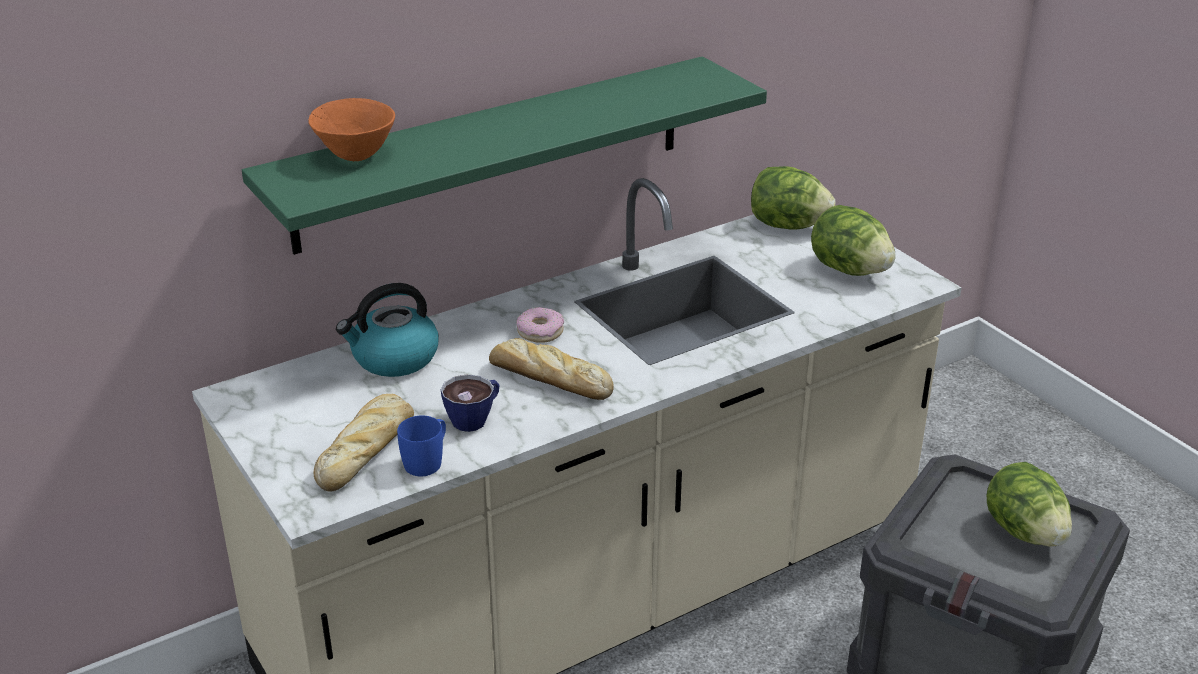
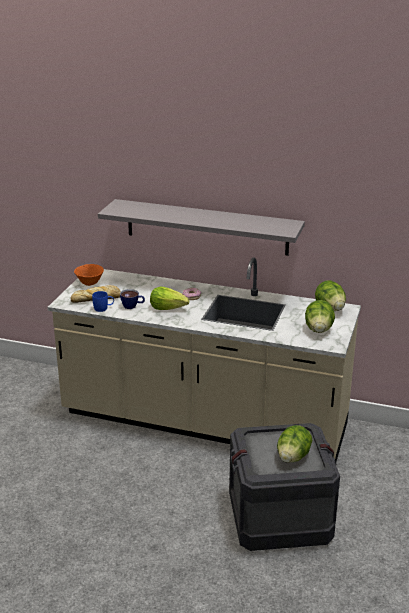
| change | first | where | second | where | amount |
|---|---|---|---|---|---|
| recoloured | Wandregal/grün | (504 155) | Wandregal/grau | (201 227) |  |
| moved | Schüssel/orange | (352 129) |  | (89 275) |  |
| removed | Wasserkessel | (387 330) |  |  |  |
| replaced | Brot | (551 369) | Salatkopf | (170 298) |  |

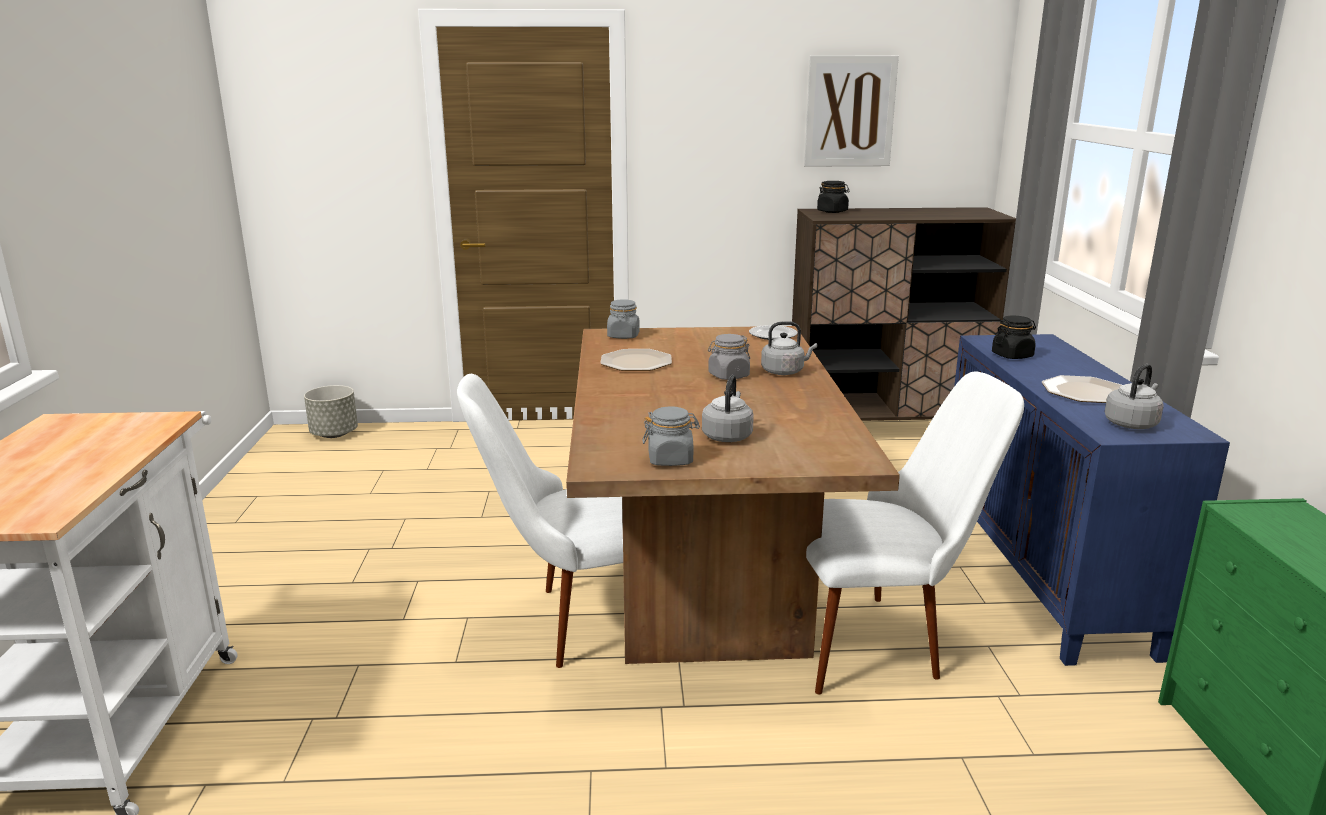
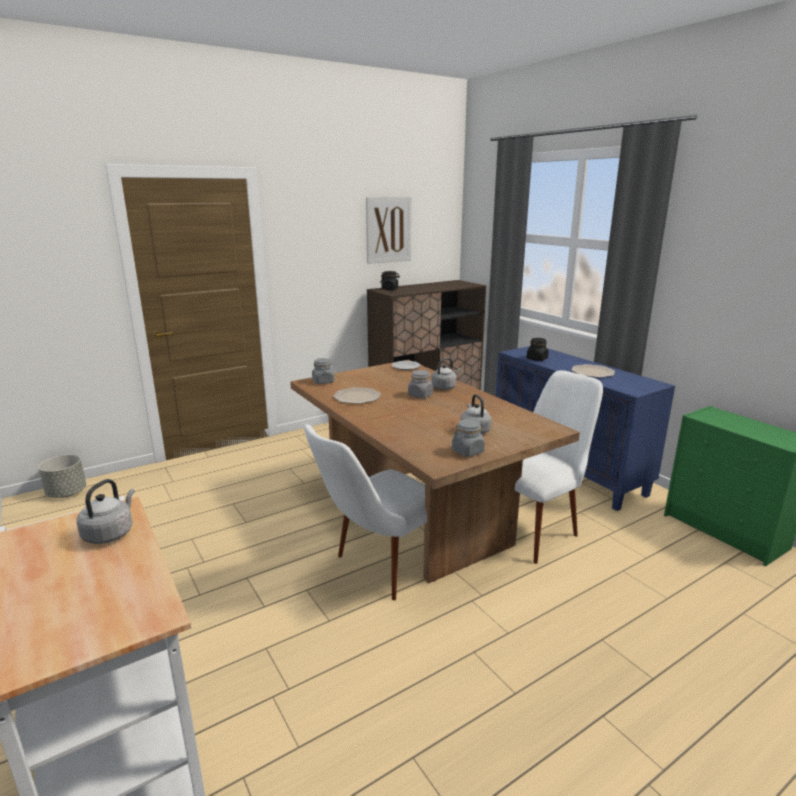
| change | first | where | second | where | amount |
|---|---|---|---|---|---|
| moved | Wasserkessel/grau | (1134 396) |  | (106 511) |  |

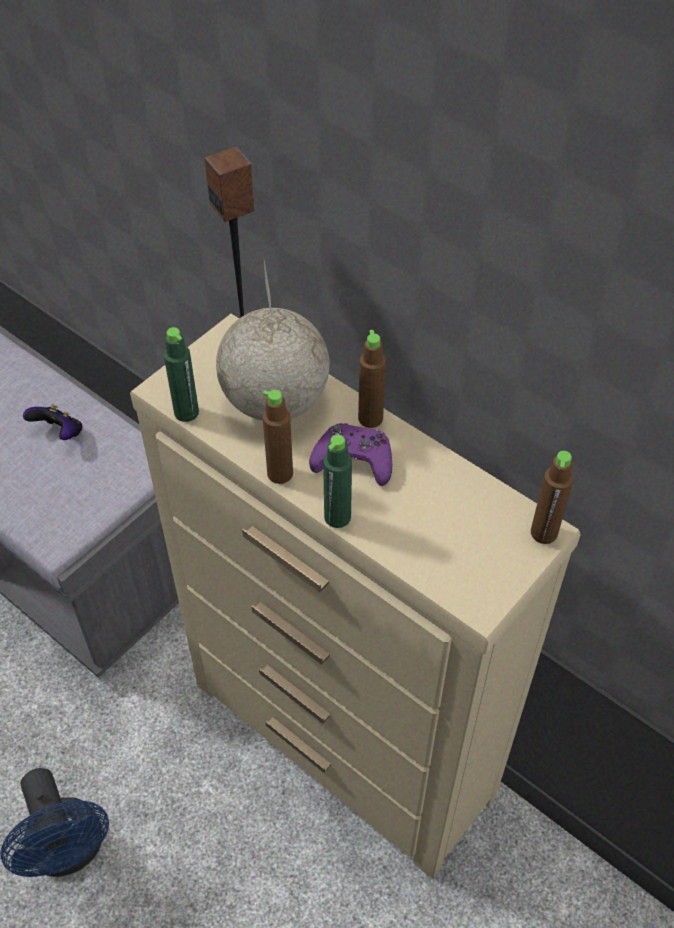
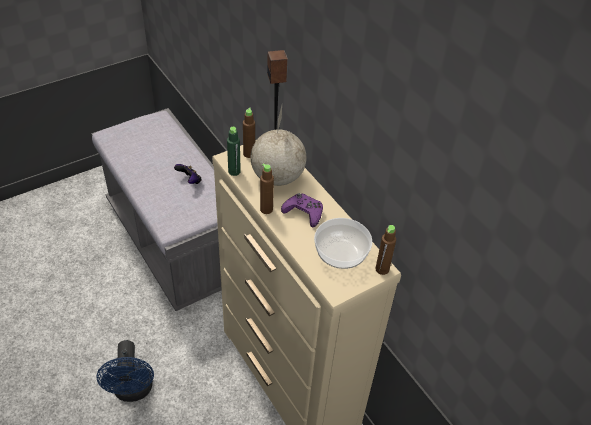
| change | first | where | second | where | amount |
|---|---|---|---|---|---|
| removed | Flasche/grün | (337 481) |  |  |  |
| moved | Flasche/braun | (372 379) |  | (249 133) |  |
| added |  |  | Schüssel | (343 243) |  |

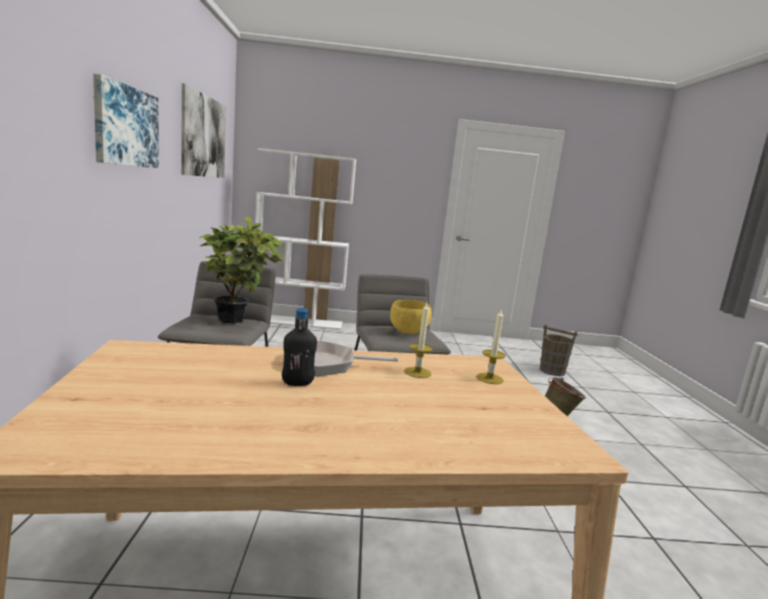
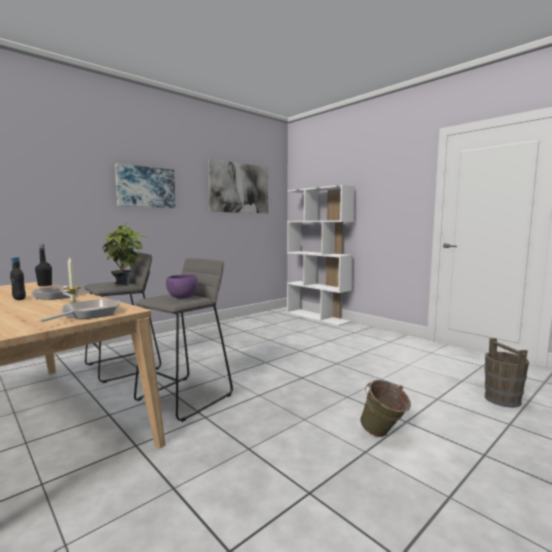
| change | first | where | second | where | amount |
|---|---|---|---|---|---|
| recoloured | Schüssel/gelb | (411 317) | Schüssel/lila | (182 287) |  |
| replaced | Kerze | (491 346) | Pfanne | (79 310) |  |
| added |  |  | Flasche/schwarz | (43 265) |  |

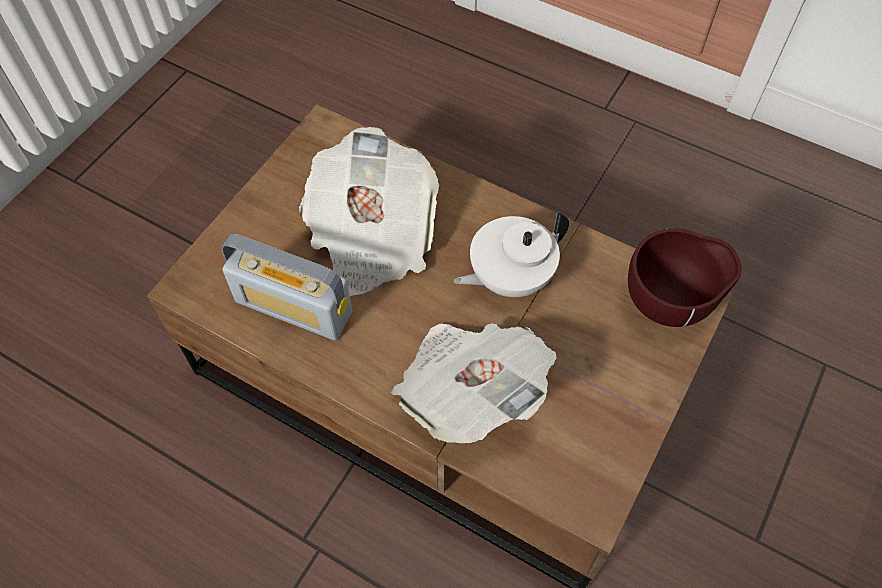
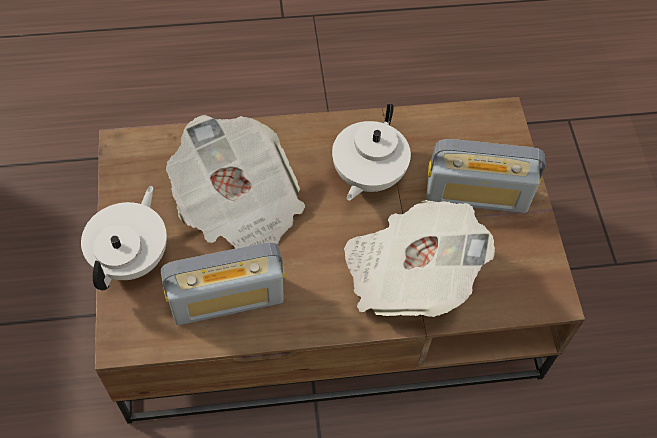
| change | first | where | second | where | amount |
|---|---|---|---|---|---|
| removed | Schüssel/braun | (685 277) |  |  |  |
| added |  |  | Teekanne/weiß | (124 238) |  |
| added |  |  | Radio | (485 176) |  |

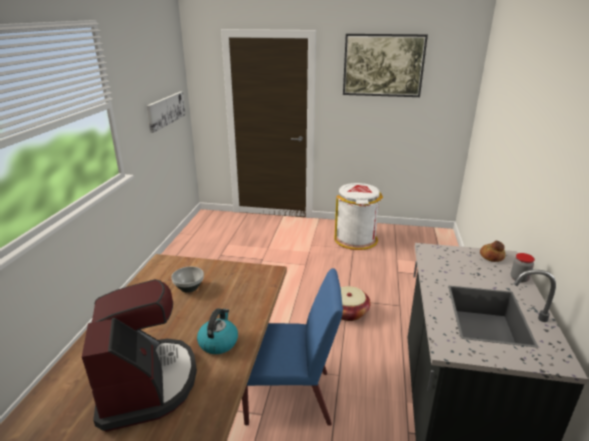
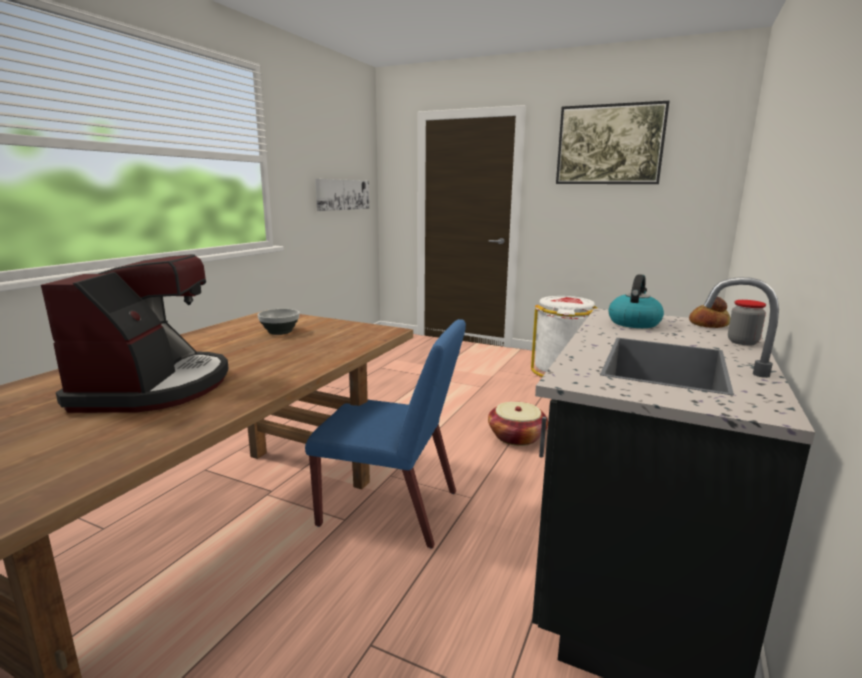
| change | first | where | second | where | amount |
|---|---|---|---|---|---|
| moved | Wasserkessel | (217 331) |  | (636 301) |  |

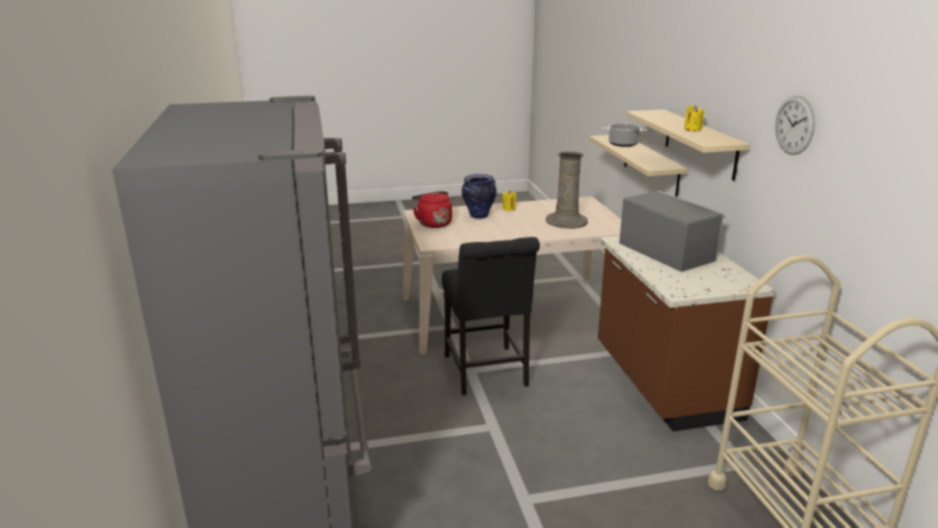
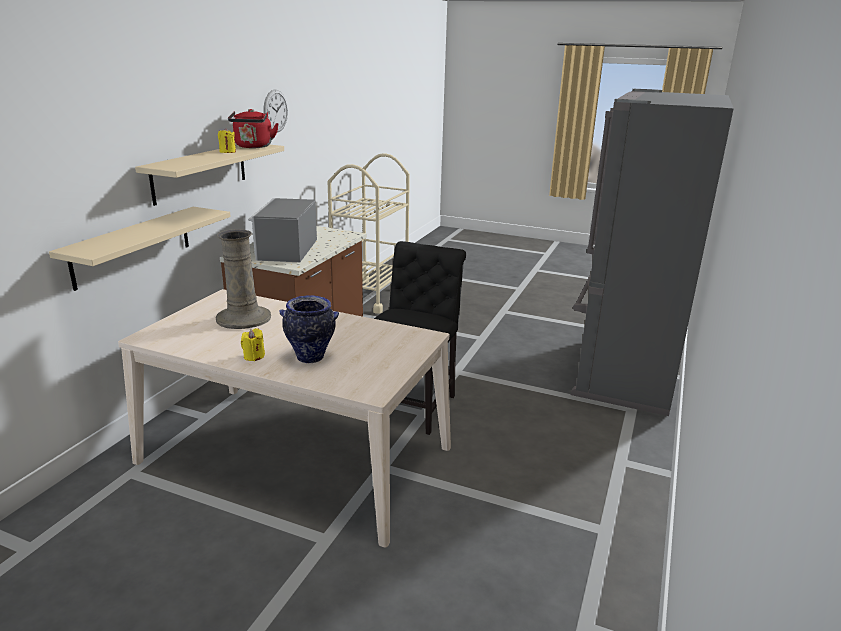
| change | first | where | second | where | amount |
|---|---|---|---|---|---|
| moved | Wasserkessel/rot | (432 209) |  | (253 128) |  |
| removed | Kochtopf | (624 135) |  |  |  |

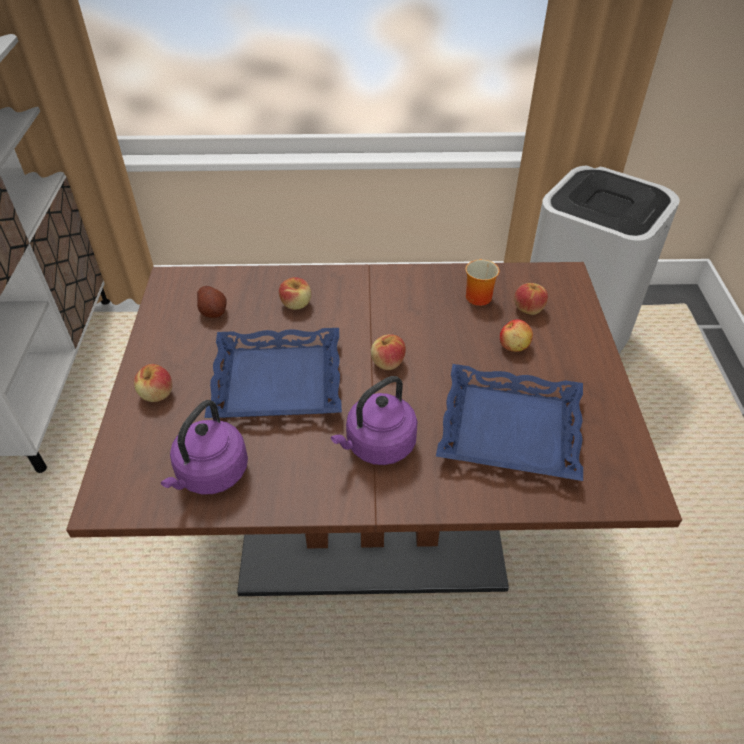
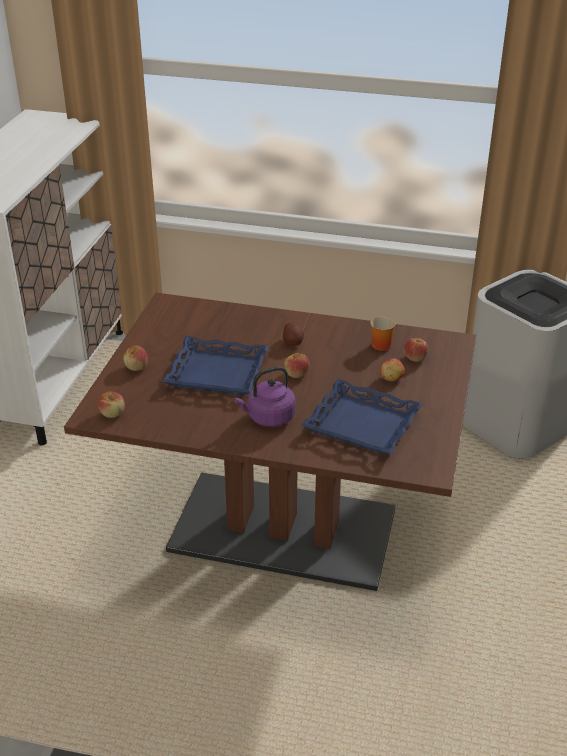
| change | first | where | second | where | amount |
|---|---|---|---|---|---|
| removed | Wasserkessel/lila | (204 447) |  |  |  |
| moved | Kartoffel | (211 302) |  | (293 334) |  |
| moved | Apfel | (295 293) |  | (111 405) |  |

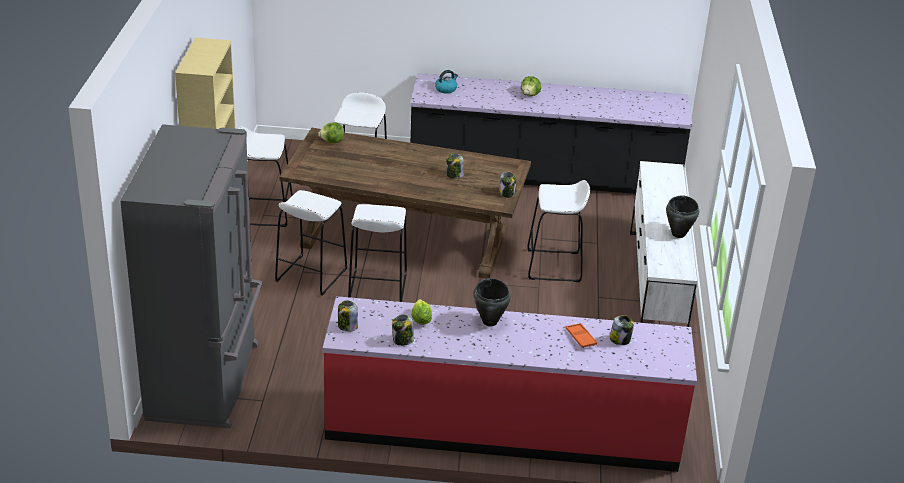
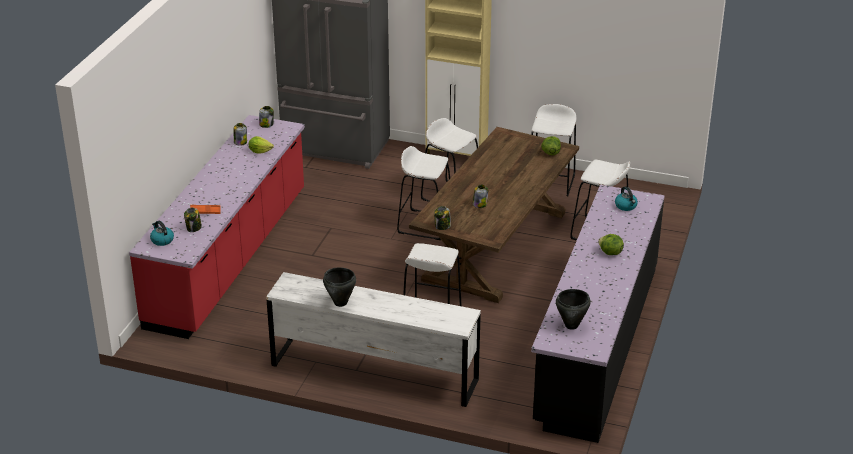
| change | first | where | second | where | amount |
|---|---|---|---|---|---|
| moved | Kochtopf/schwarz | (492 302) |  | (573 309) |  |
| added |  |  | Wasserkessel | (162 233) |  |

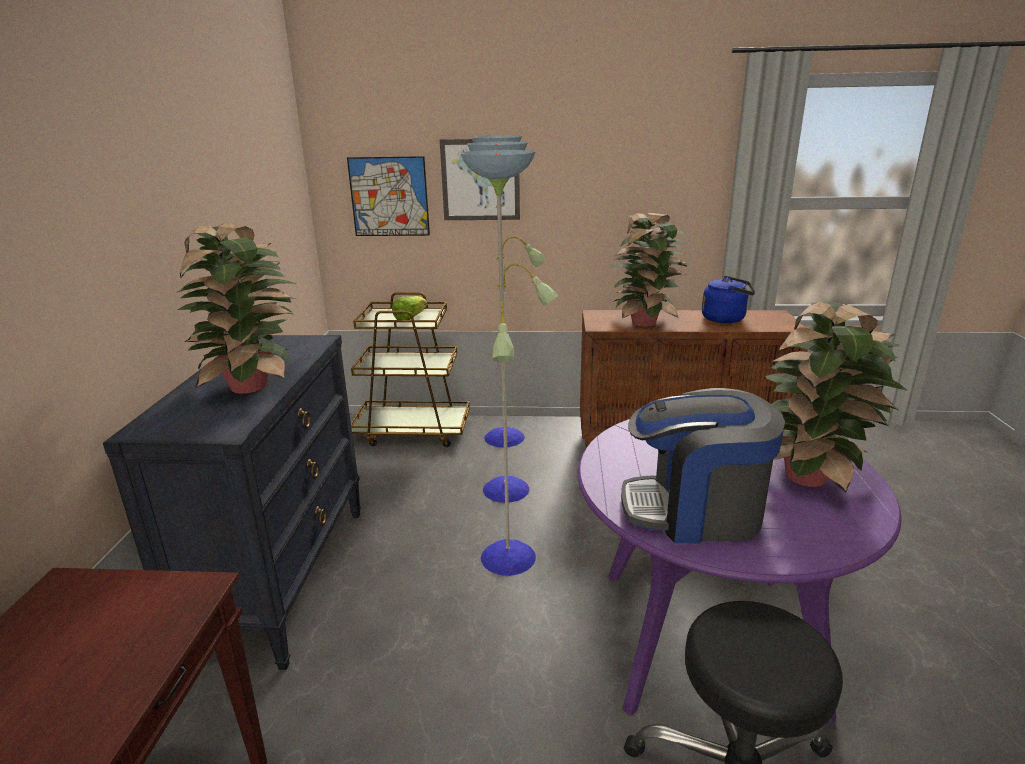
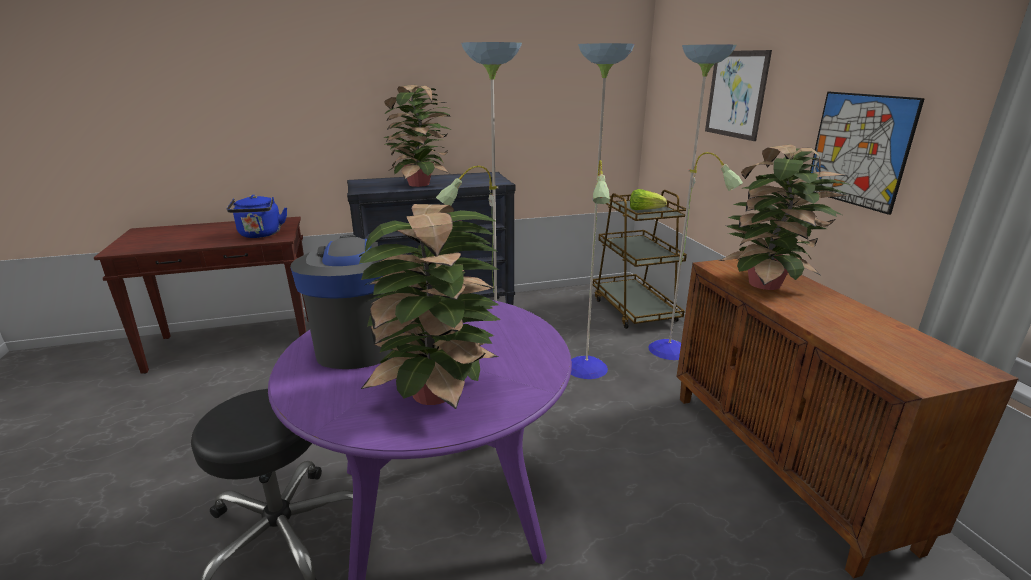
| change | first | where | second | where | amount |
|---|---|---|---|---|---|
| moved | Bild | (388 196) |  | (867 153) |  |
| moved | Wasserkessel/blau | (728 299) |  | (257 216) |  |

